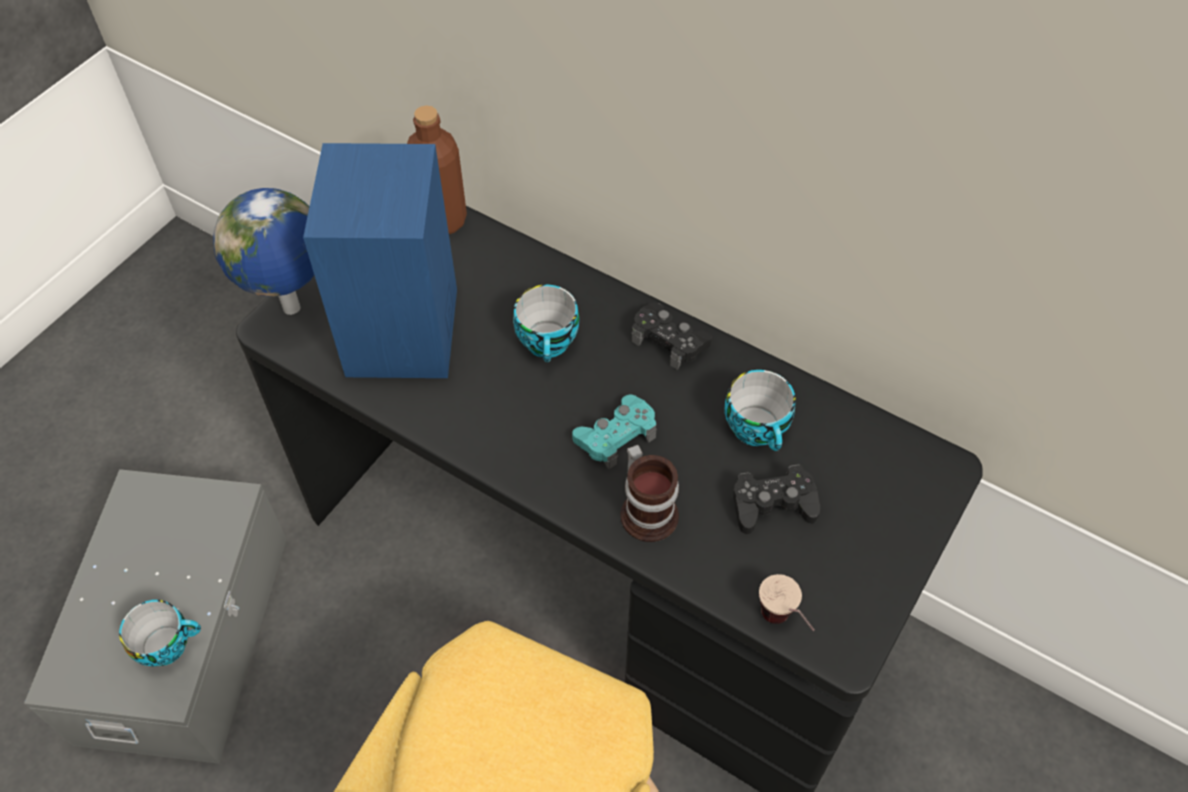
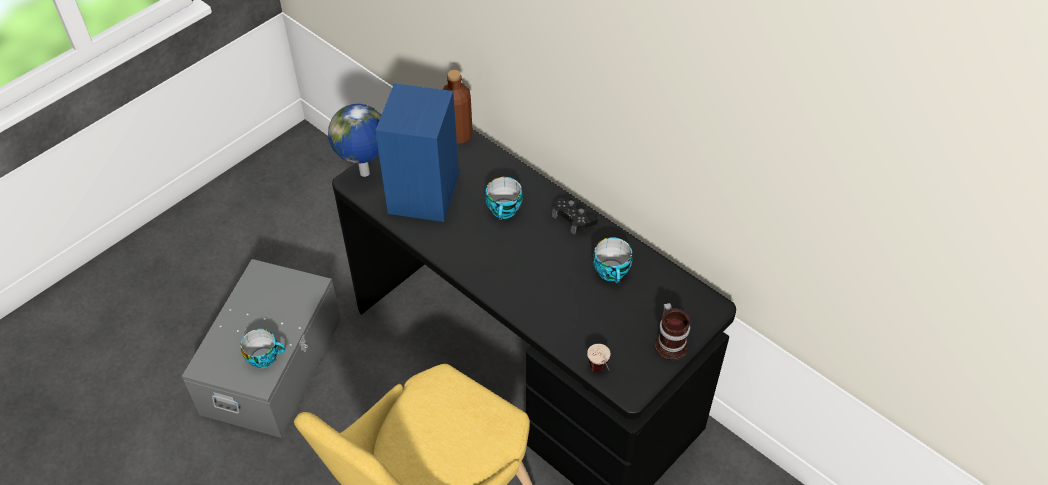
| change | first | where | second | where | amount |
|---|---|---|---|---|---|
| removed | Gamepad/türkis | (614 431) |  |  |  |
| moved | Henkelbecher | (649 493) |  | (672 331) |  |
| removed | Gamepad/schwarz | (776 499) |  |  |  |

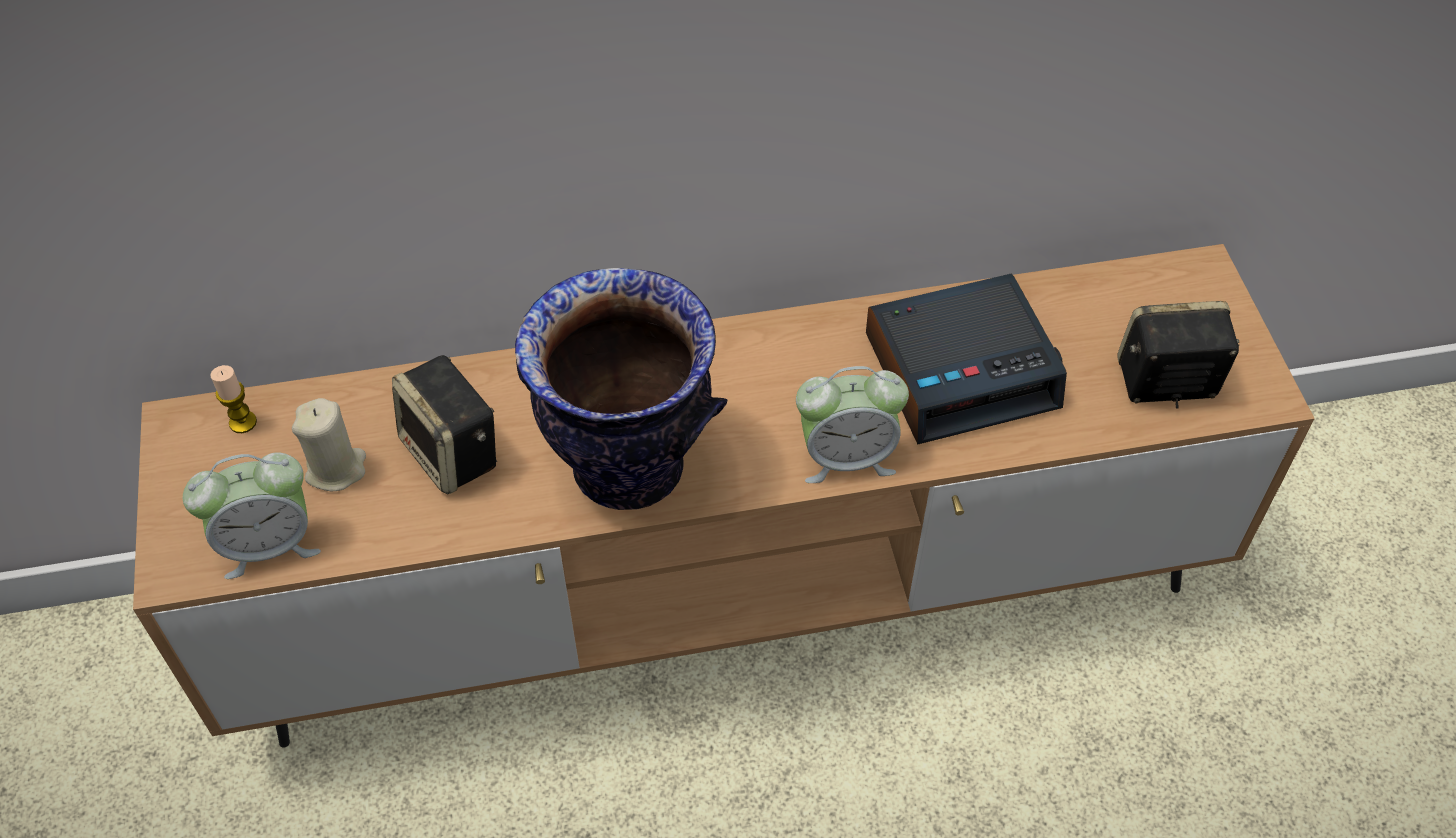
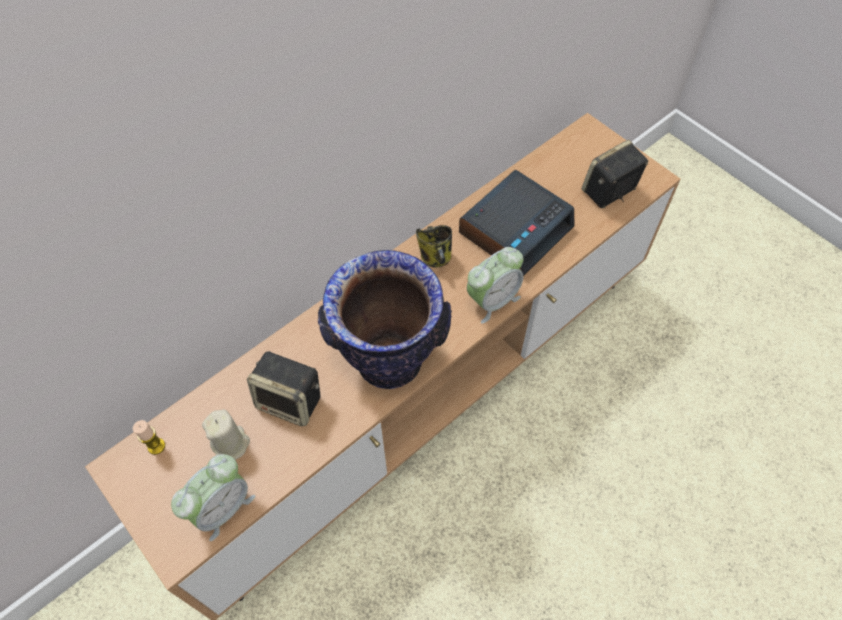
| change | first | where | second | where | amount |
|---|---|---|---|---|---|
| added |  |  | Henkelbecher | (434 246) |  |

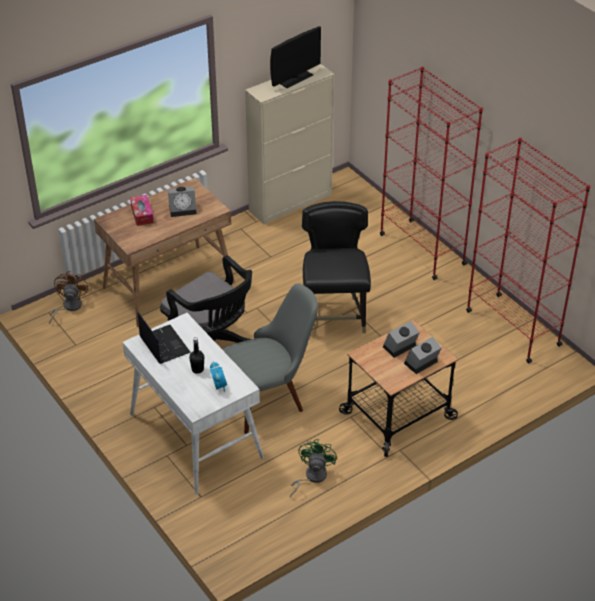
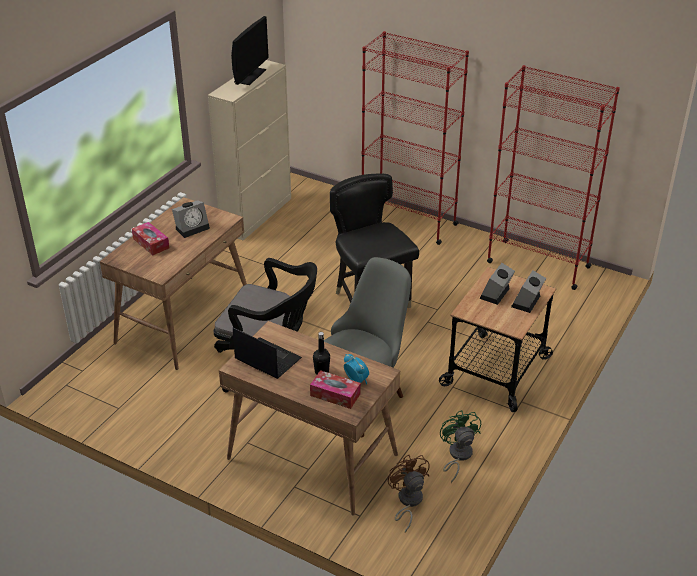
| change | first | where | second | where | amount |
|---|---|---|---|---|---|
| moved | Ventilator/braun | (68 297) |  | (409 493) |  |
| recoloured | Schreibtisch/weiß | (193 404) | Schreibtisch/braun | (309 418) |  |
| added |  |  | Taschentuchbox | (335 389) |  |

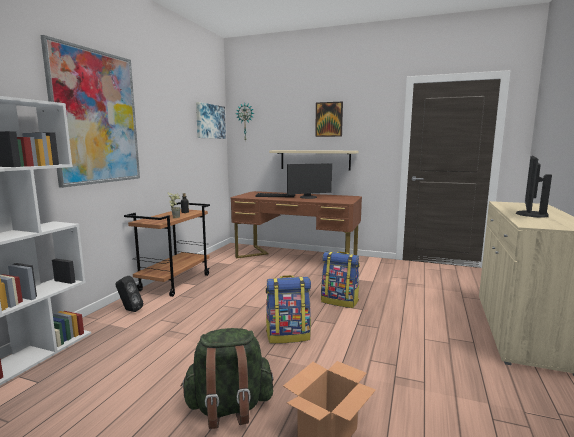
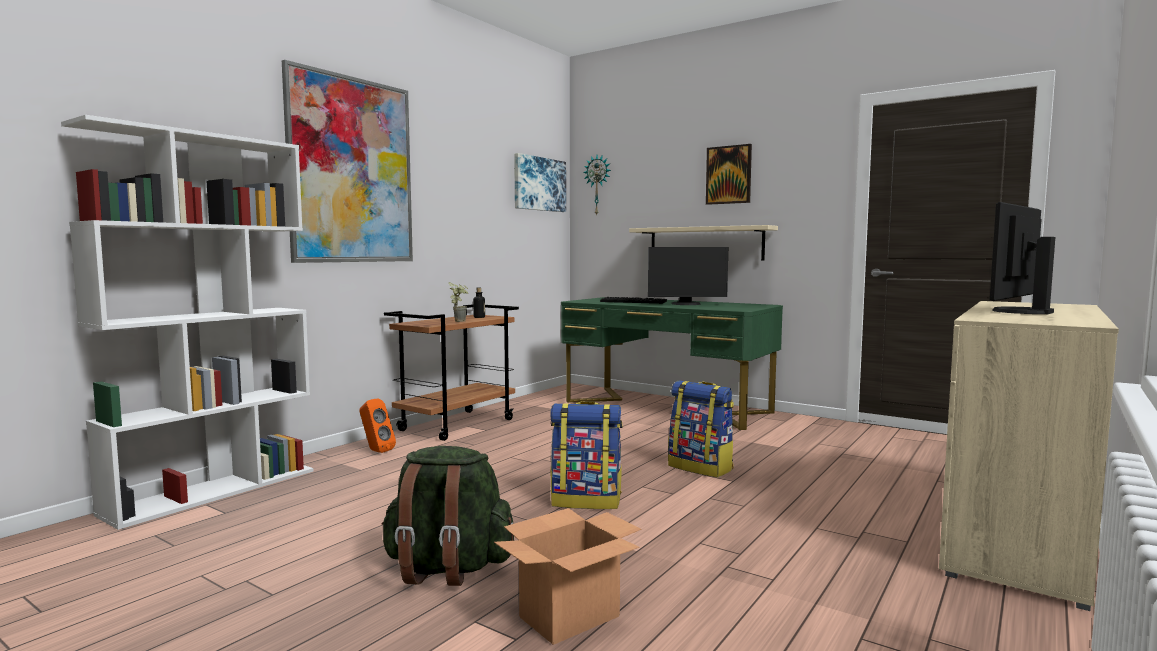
| change | first | where | second | where | amount |
|---|---|---|---|---|---|
| recoloured | Lautsprecher/schwarz | (129 294) | Lautsprecher/orange | (377 425) |  |
| recoloured | Schreibtisch/braun | (296 224) | Schreibtisch/grün | (672 363) |  |

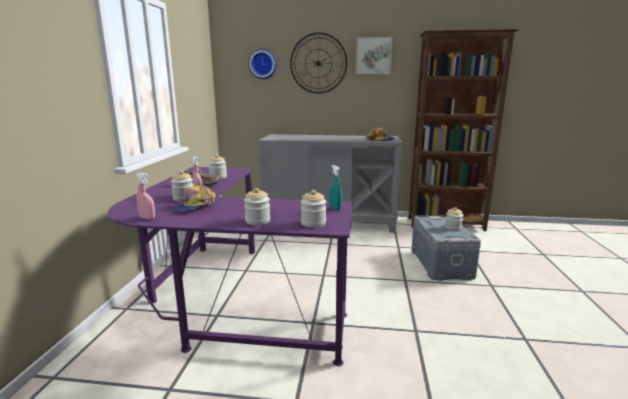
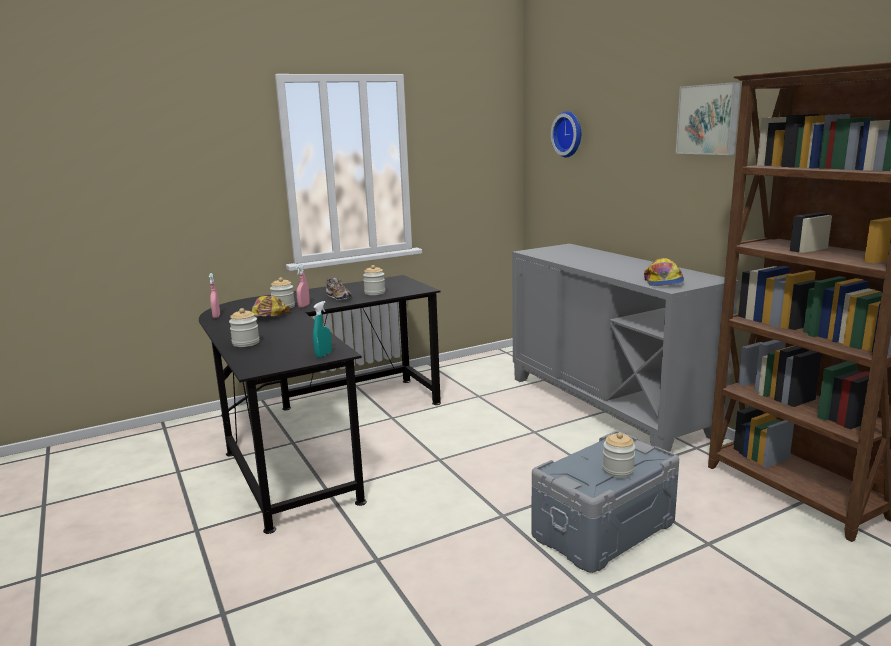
| change | first | where | second | where | amount |
|---|---|---|---|---|---|
| recoloured | Schreibtisch/lila | (230 266) | Schreibtisch/schwarz | (320 404) |  |
| removed | Wanduhr | (318 63) |  |  |  |
| removed | Vorratsglas | (313 209) |  |  |  |

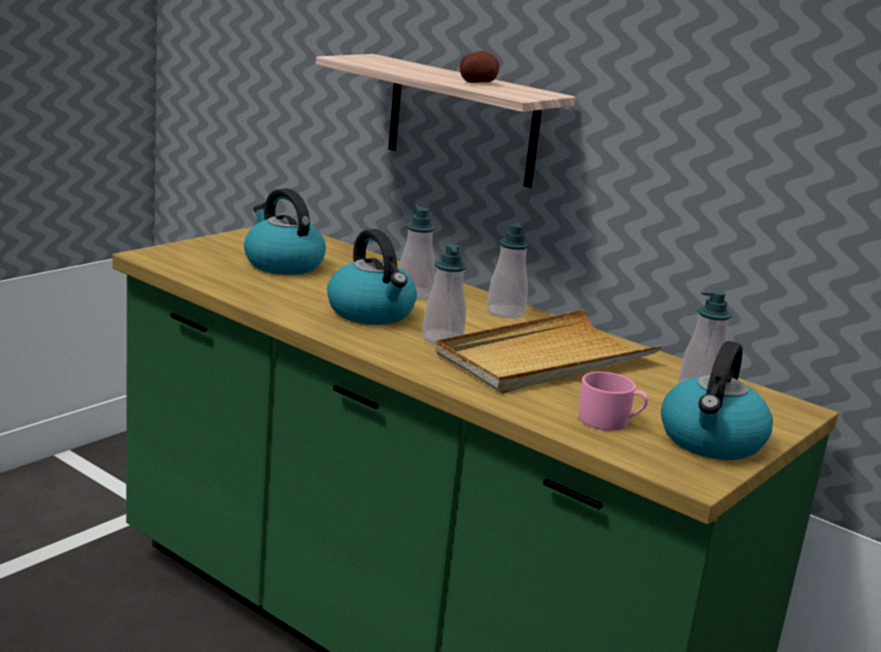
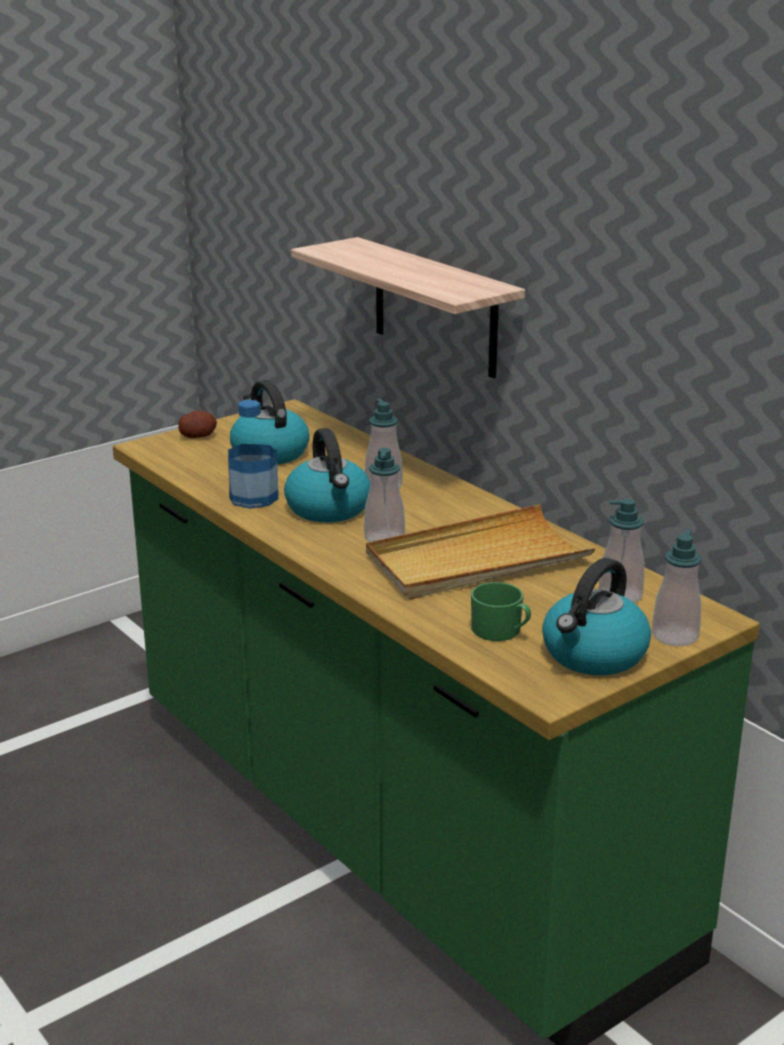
| change | first | where | second | where | amount |
|---|---|---|---|---|---|
| moved | Kartoffel | (479 67) |  | (197 424) |  |
| moved | Seifenspender | (508 270) |  | (676 588) |  |
| recoloured | Henkelbecher/rosa | (613 401) | Henkelbecher/grün | (501 611) |  |
| added |  |  | Flasche | (253 454) |  |

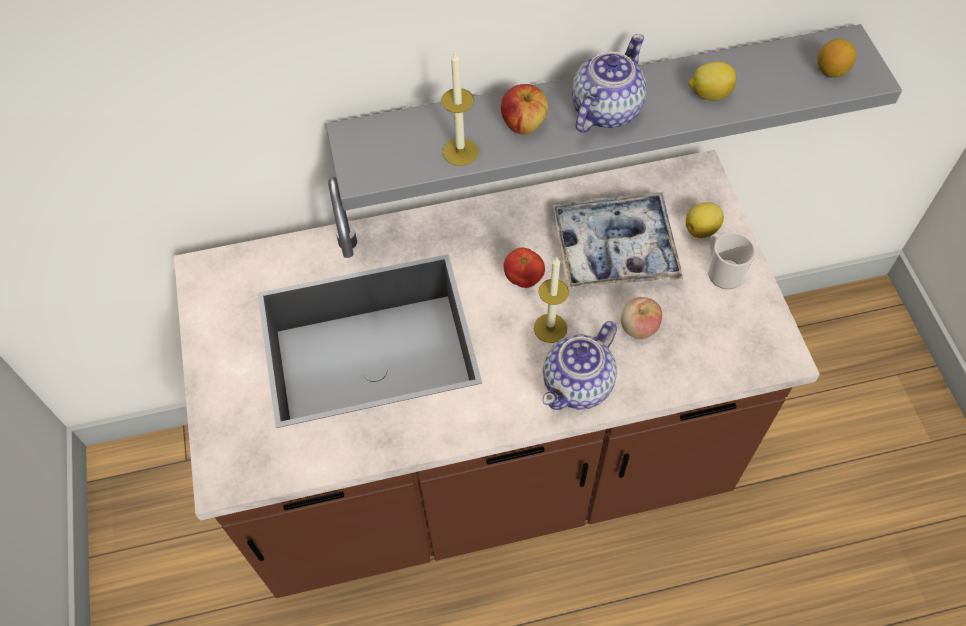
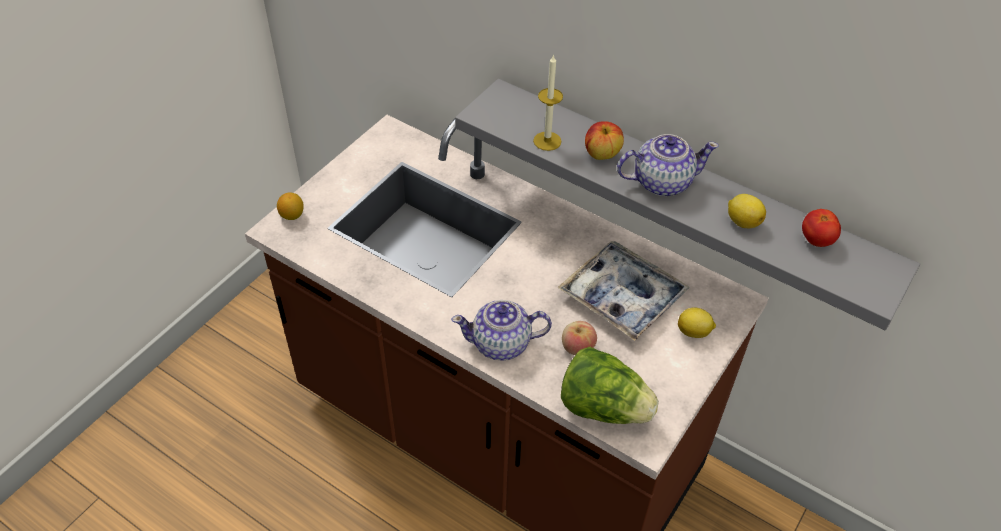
| change | first | where | second | where | amount |
|---|---|---|---|---|---|
| moved | Tomate | (524 268) |  | (821 228) |  |
| removed | Kerze | (551 300) |  |  |  |
| removed | Henkelbecher | (732 261) |  |  |  |
| moved | Zitrone | (836 58) |  | (290 206) |  |
| added |  |  | Salatkopf | (610 385) |  |

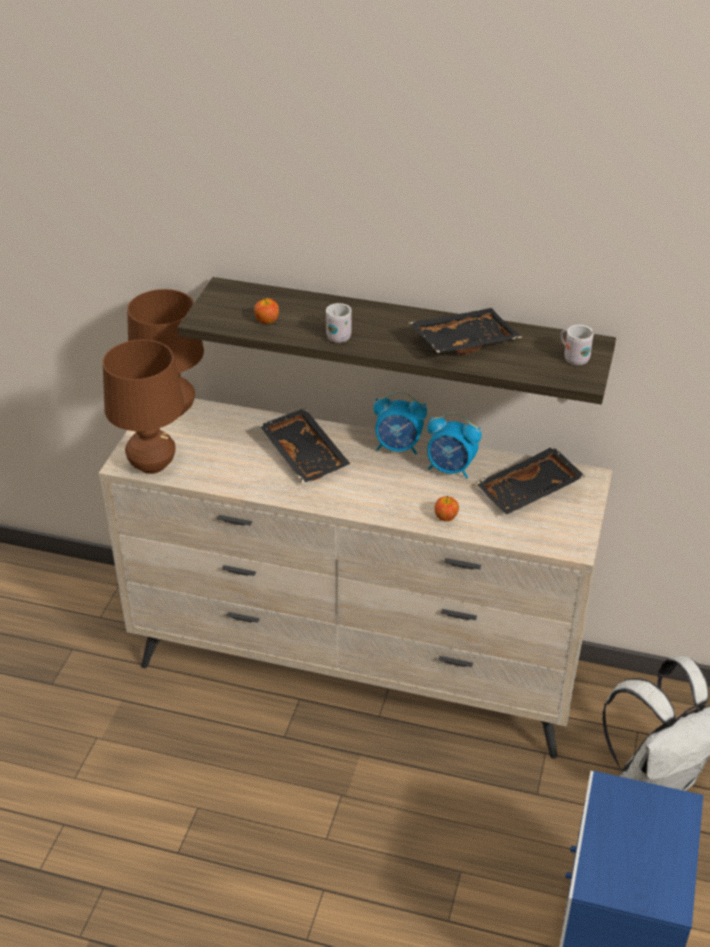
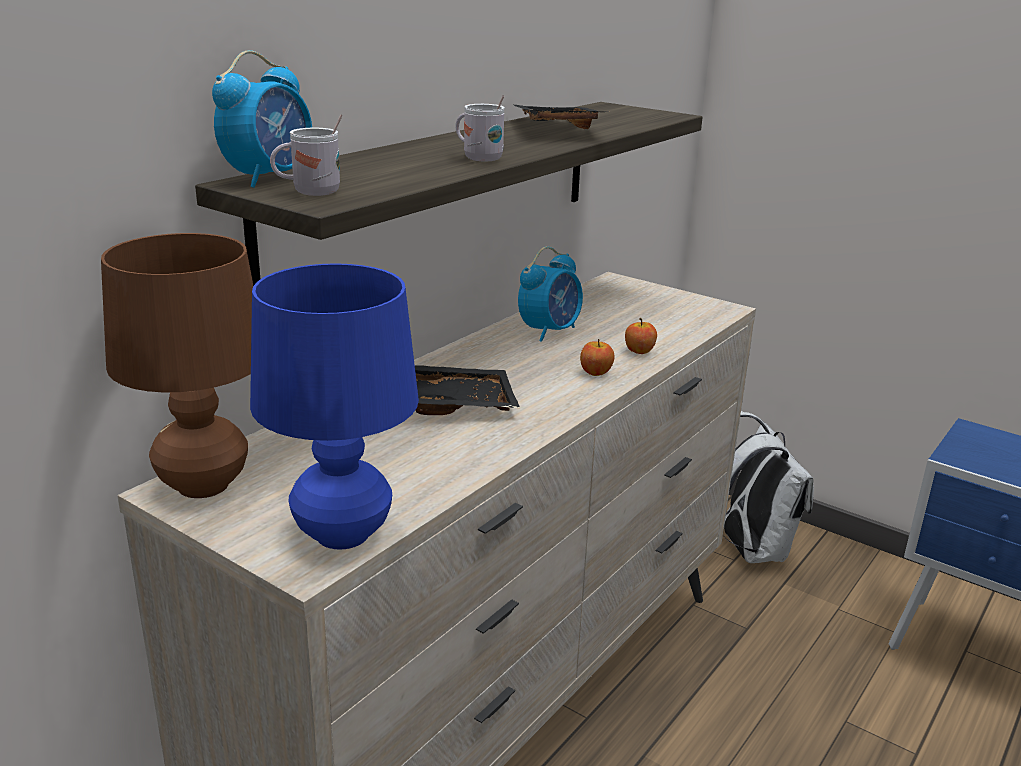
| change | first | where | second | where | amount |
|---|---|---|---|---|---|
| recoloured | Tischlampe/braun | (143 407) | Tischlampe/blau | (334 406) |  |
| moved | Apfel | (266 311) |  | (597 357) |  |
| moved | Wecker | (400 423) |  | (262 119) |  |
| removed | Tablett/schwarz | (530 480) |  |  |  |
| moved | Henkelbecher/weiß | (577 345) |  | (306 155) |  |

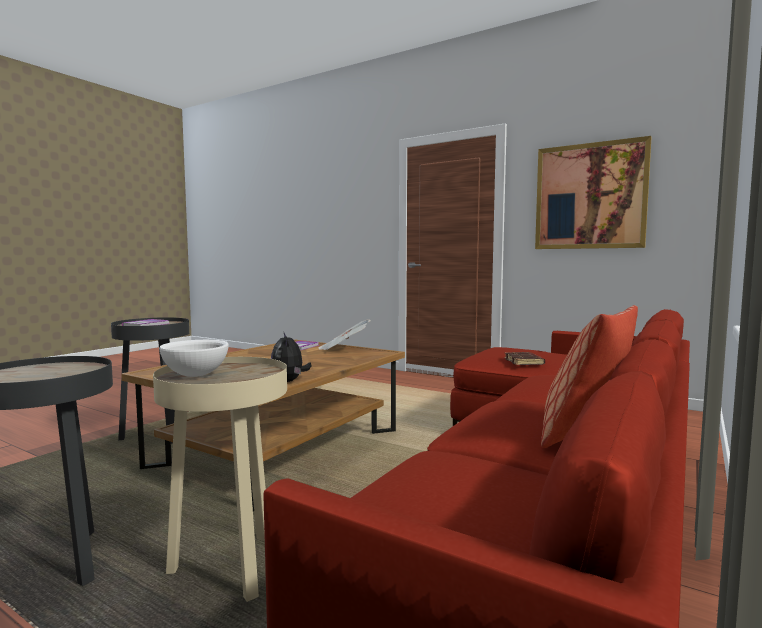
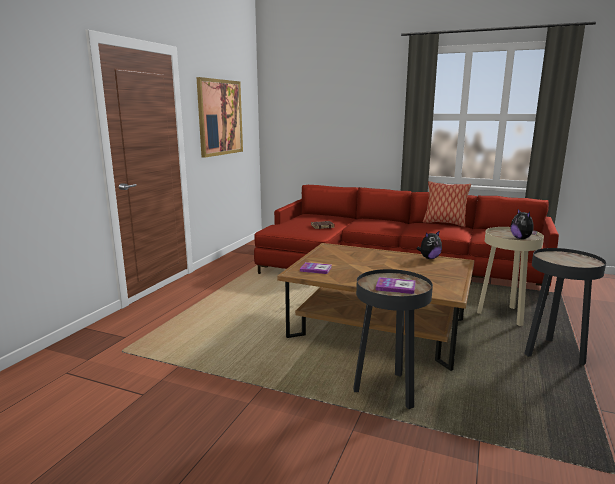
| change | first | where | second | where | amount |
|---|---|---|---|---|---|
| replaced | Schüssel/weiß | (194 358) | Plüschtier | (523 224) |  |
| removed | Zeitung | (345 334) |  |  |  |

